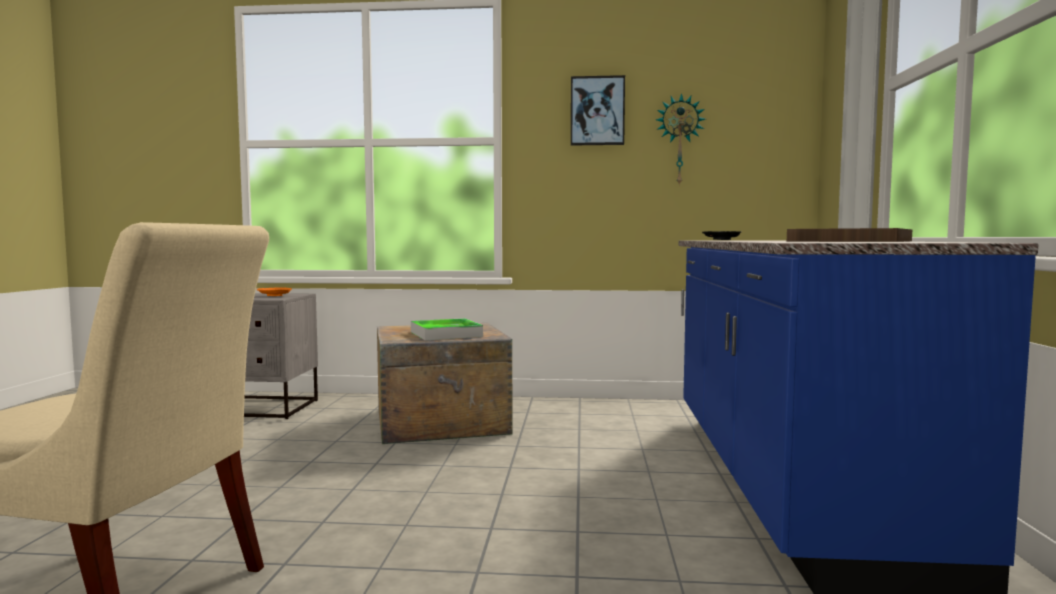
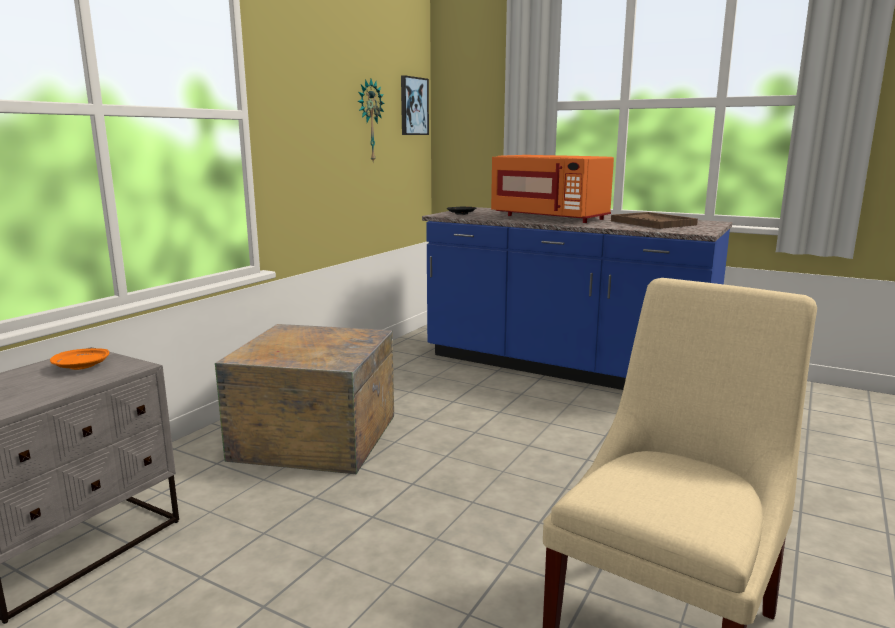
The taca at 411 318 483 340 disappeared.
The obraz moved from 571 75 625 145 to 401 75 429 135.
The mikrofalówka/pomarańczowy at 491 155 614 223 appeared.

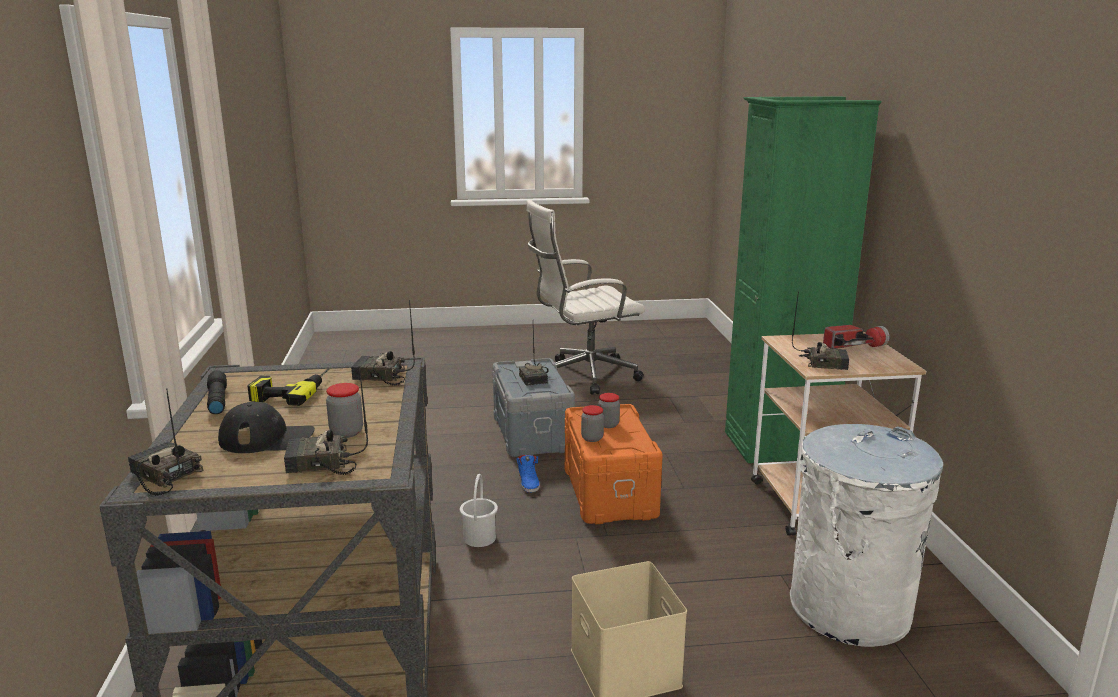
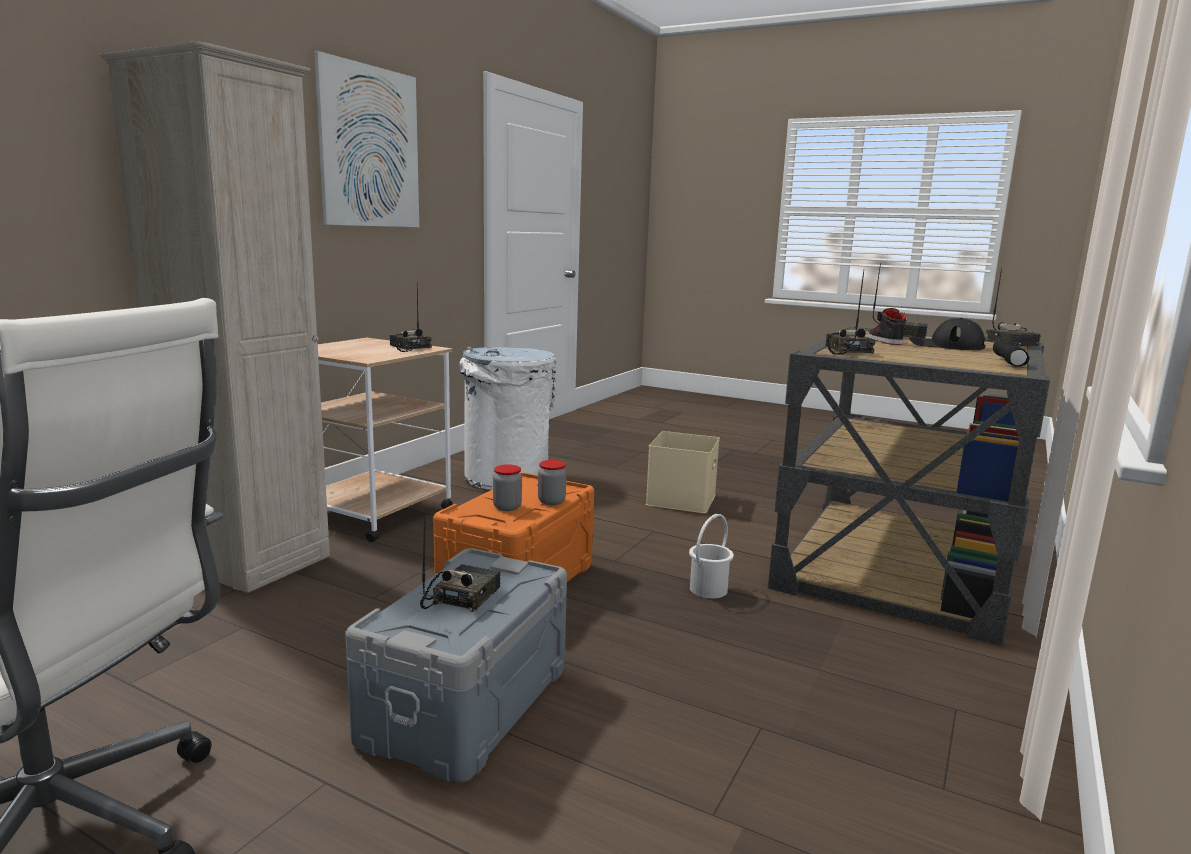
The wiertarka at 247 368 329 406 disappeared.
The słoik at 326 383 363 438 was replaced by the but/czarny at 868 308 906 345.
The radio at 351 300 415 386 turned 135 degrees counterclockwise.
The but/niebieski at 516 455 540 493 disappeared.
The szafka/zielony at 725 96 881 463 became the szafka/beżowy at 100 41 330 593.
The latarka at 823 325 890 349 disappeared.
The obraz at 314 51 419 227 appeared.

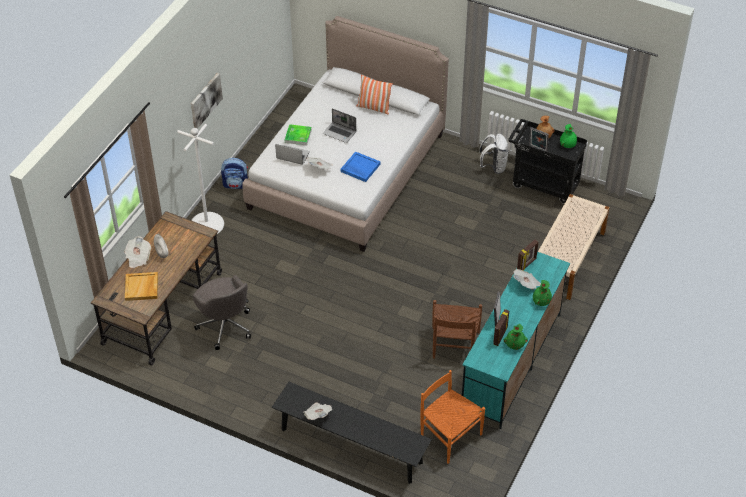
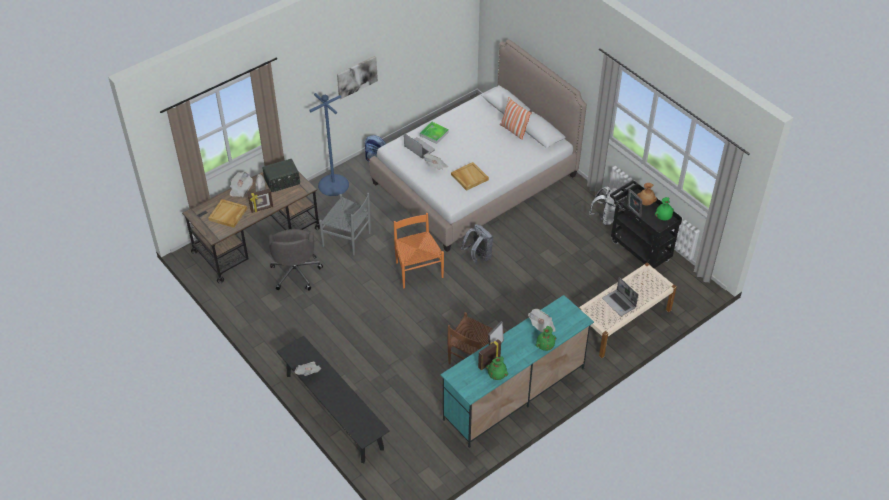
The wieszak/biały at 177 124 224 234 became the wieszak/niebieski at 310 93 349 196.
The laptop moved from 323 109 356 143 to 602 277 638 316.
The taca/niebieski at 341 151 380 182 became the taca/beżowy at 451 162 489 191.
The krzesło/pomarańczowy moved from 421 370 485 464 to 394 213 444 288.
The ramka na zdjęcie moved from 517 240 538 270 to 248 189 273 213.
The radio at 263 159 300 192 appeared.
The krzesło/szary at 319 193 371 255 appeared.
The plecak/szary at 461 224 493 263 appeared.

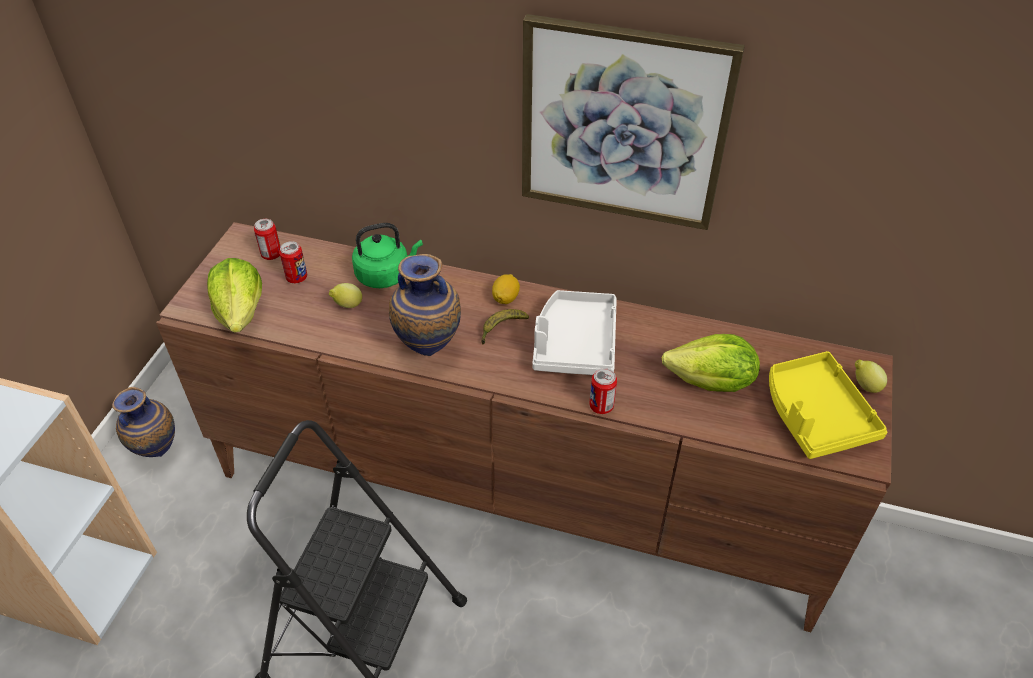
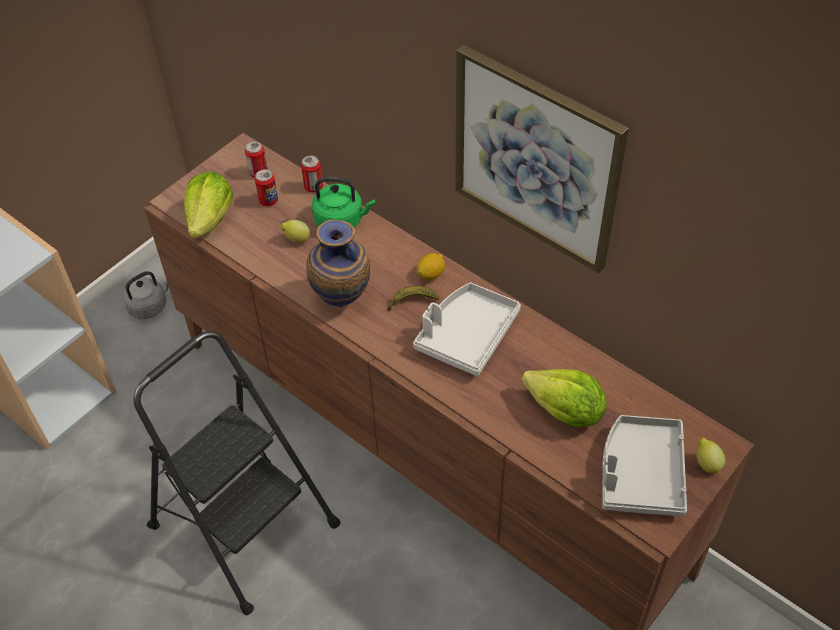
The wazon at 112 387 175 457 was replaced by the czajnik/szary at 123 271 169 319.
The puszka moved from 589 368 617 414 to 301 156 323 193.
The taca/żółty at 769 351 887 459 became the taca/szary at 602 415 687 516.

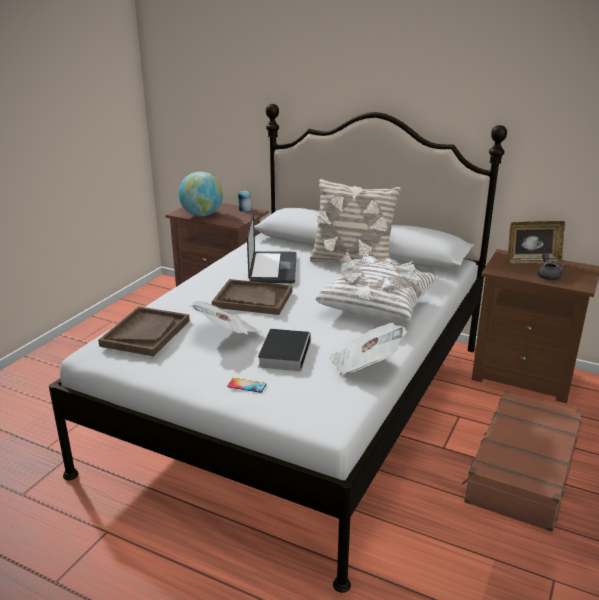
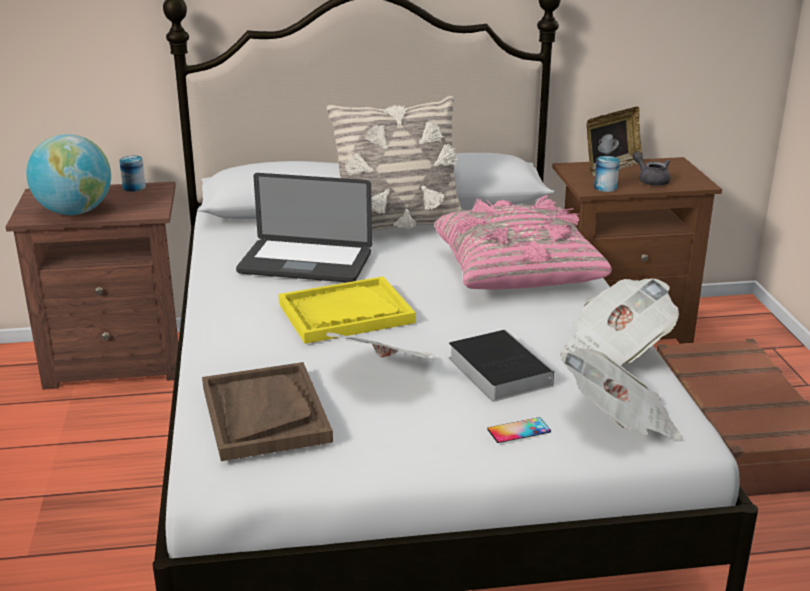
The taca/brązowy at 212 279 293 315 became the taca/żółty at 279 277 416 344.
The laptop at 247 212 297 283 turned 135 degrees clockwise.
The poduszka/biały at 316 253 436 322 became the poduszka/różowy at 434 195 612 290.
The gazeta at 560 348 683 439 appeared.
The puszka at 594 156 620 192 appeared.

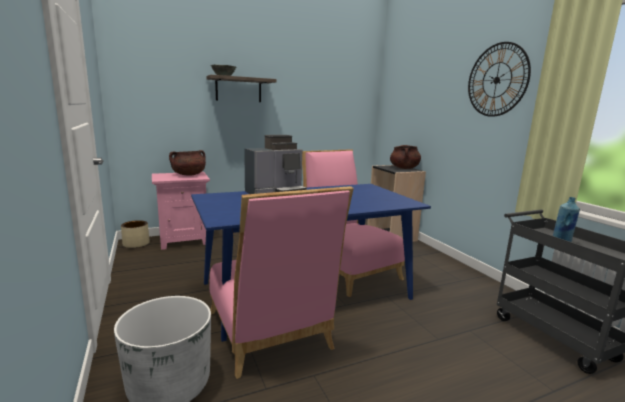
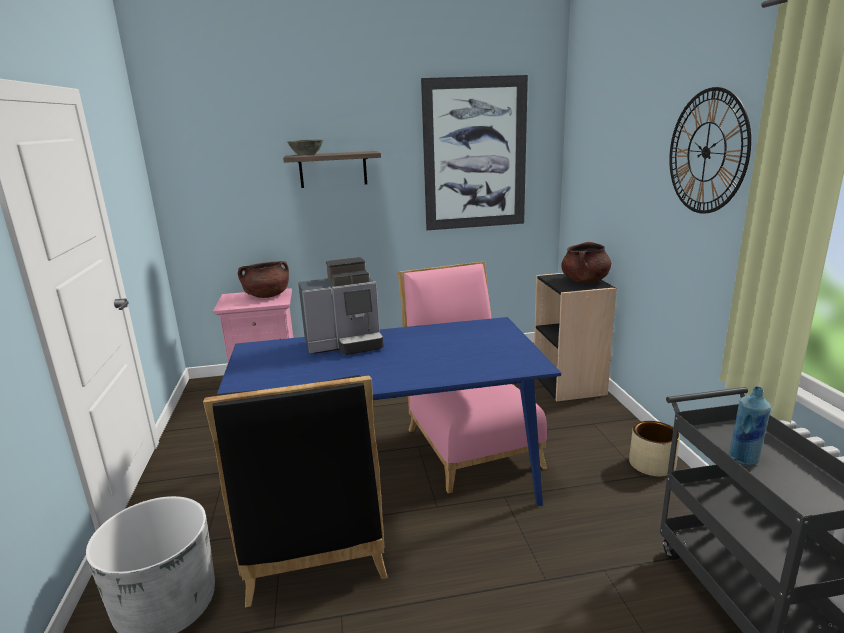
The donica/beżowy moved from 121 220 150 248 to 629 421 680 477.
The krzesło/różowy at 209 186 354 379 became the krzesło/czarny at 203 375 388 607.
The obraz at 421 75 528 230 appeared.

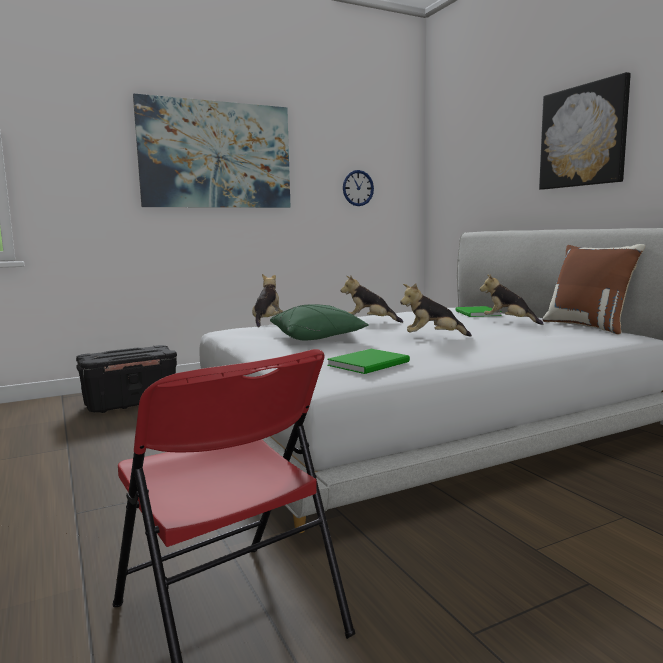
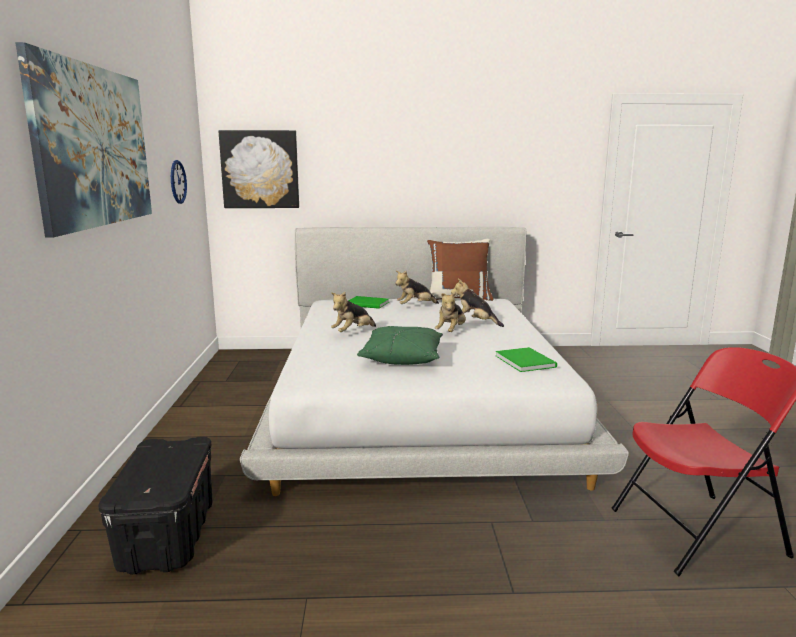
The pluszak moved from 252 274 283 327 to 451 279 504 327.
The obraz moved from 539 72 631 190 to 219 130 299 208.

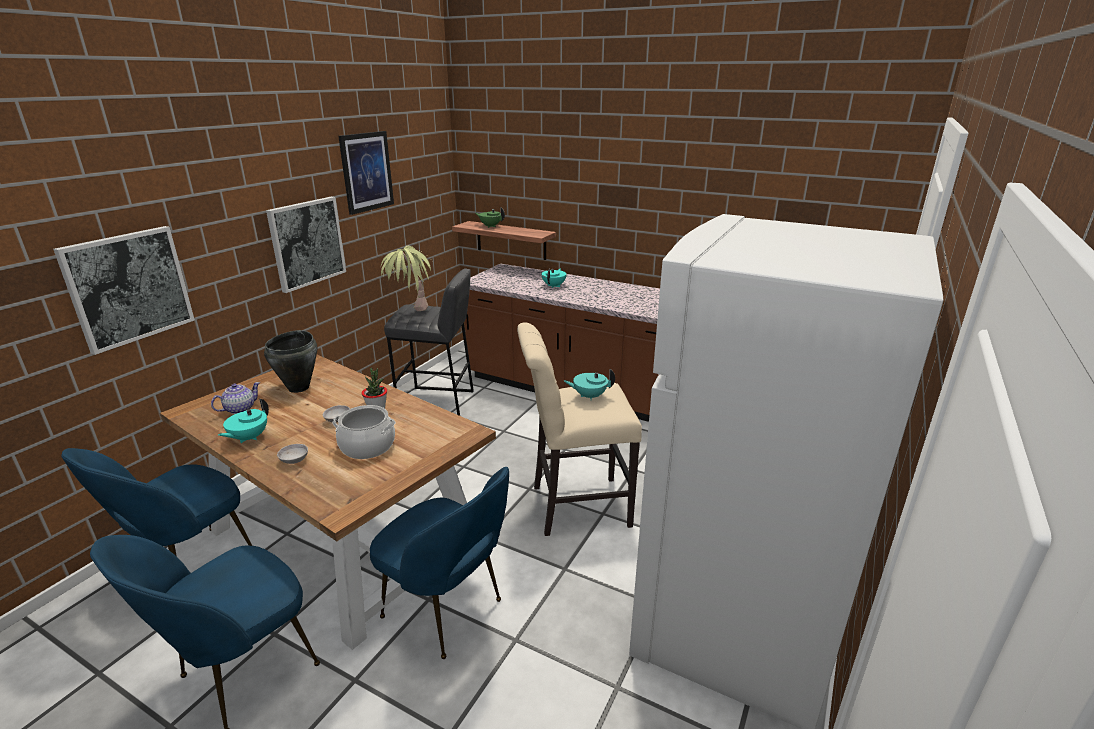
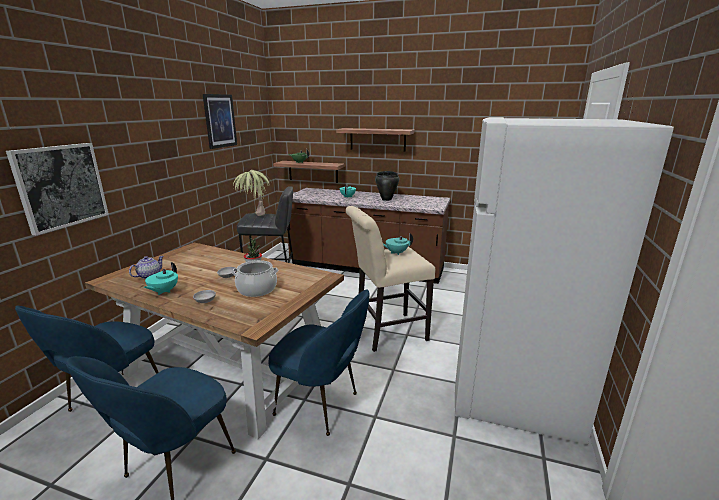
The garnek/czarny moved from 264 330 317 393 to 375 171 399 201.
The obraz at 266 197 346 293 disappeared.
The półka at 336 128 414 151 appeared.

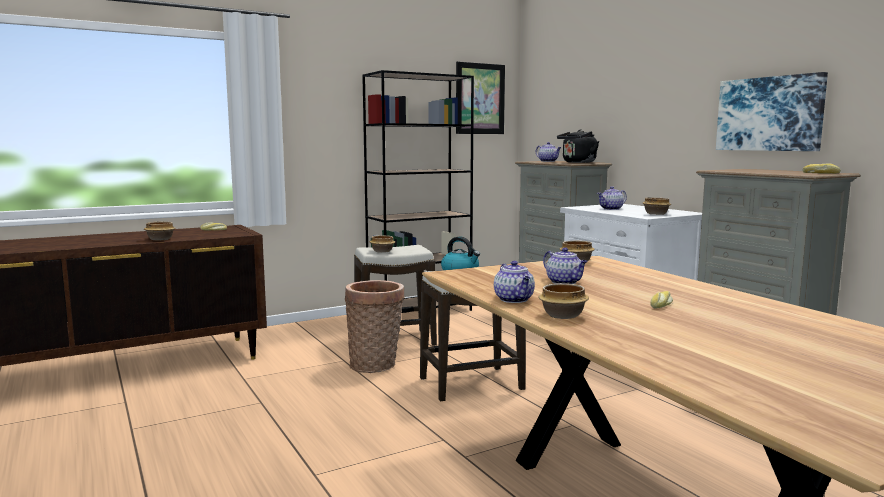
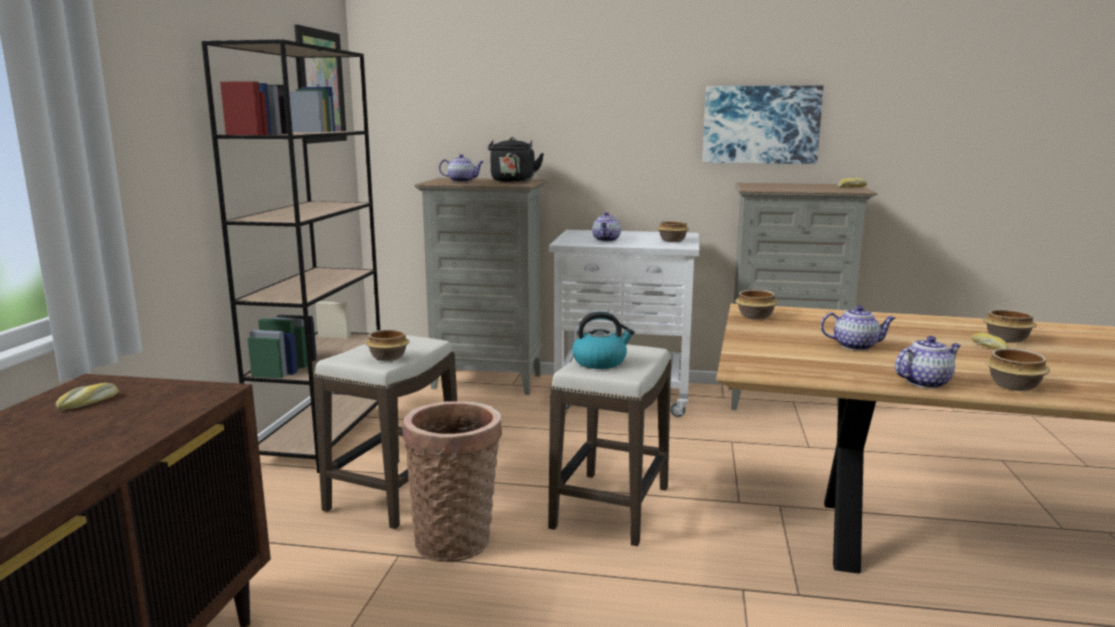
The miska moved from 144 221 175 240 to 983 309 1037 343.
The imbryk at 494 261 535 303 turned 45 degrees counterclockwise.

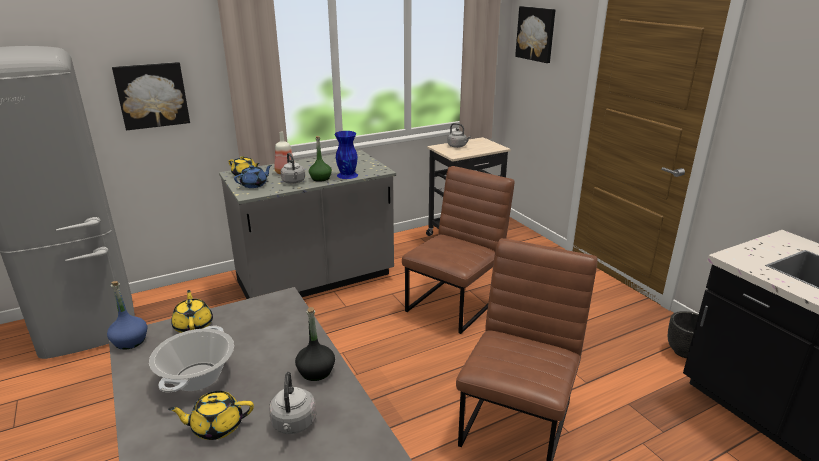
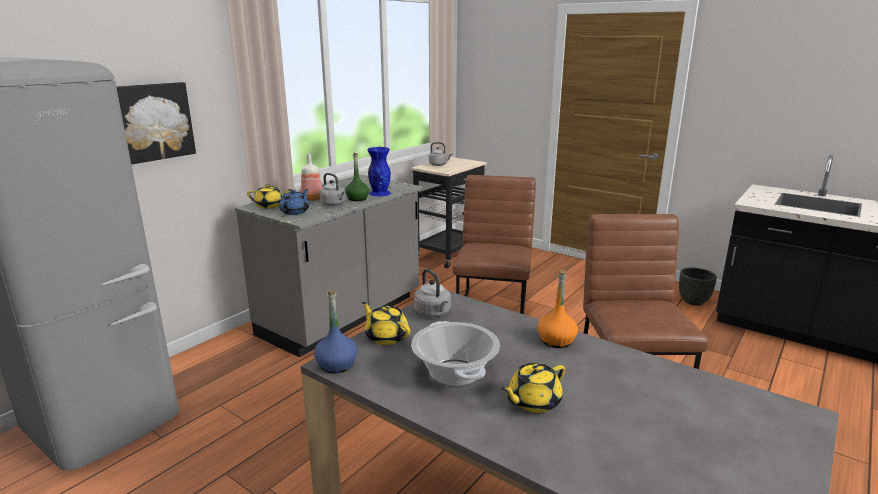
The czajnik/szary moved from 269 372 316 434 to 414 269 451 317.
The butelka/czarny at 295 307 335 381 became the butelka/pomarańczowy at 538 270 578 348.
The obraz at 515 6 556 63 disappeared.

